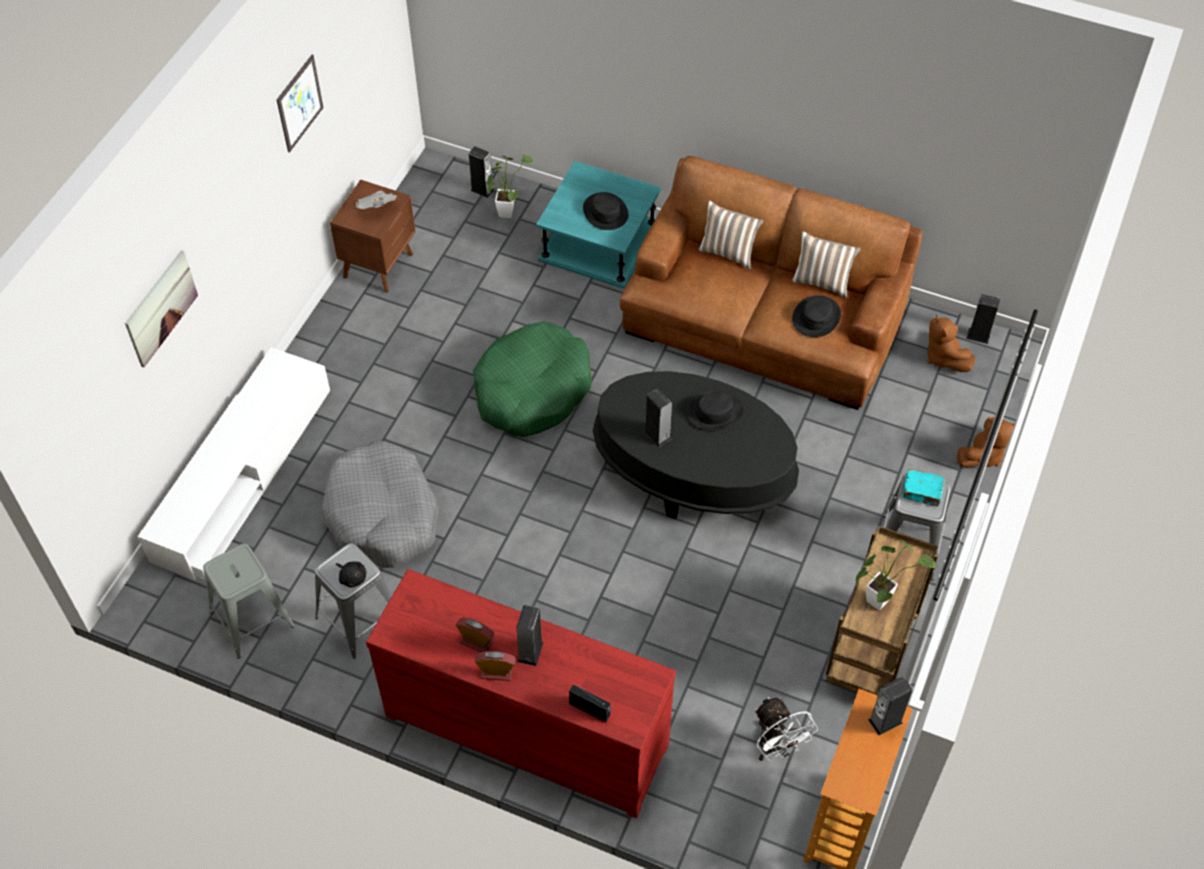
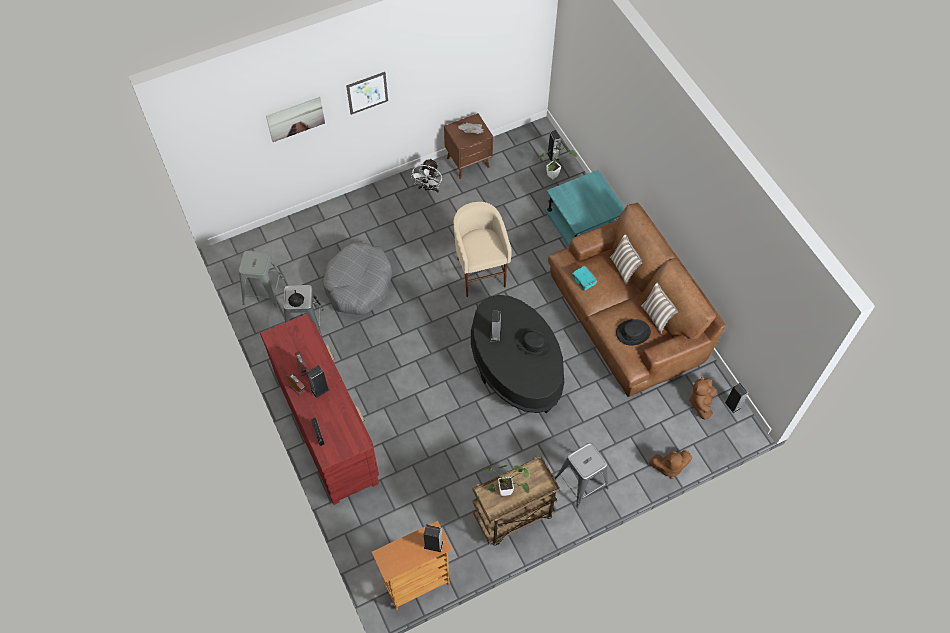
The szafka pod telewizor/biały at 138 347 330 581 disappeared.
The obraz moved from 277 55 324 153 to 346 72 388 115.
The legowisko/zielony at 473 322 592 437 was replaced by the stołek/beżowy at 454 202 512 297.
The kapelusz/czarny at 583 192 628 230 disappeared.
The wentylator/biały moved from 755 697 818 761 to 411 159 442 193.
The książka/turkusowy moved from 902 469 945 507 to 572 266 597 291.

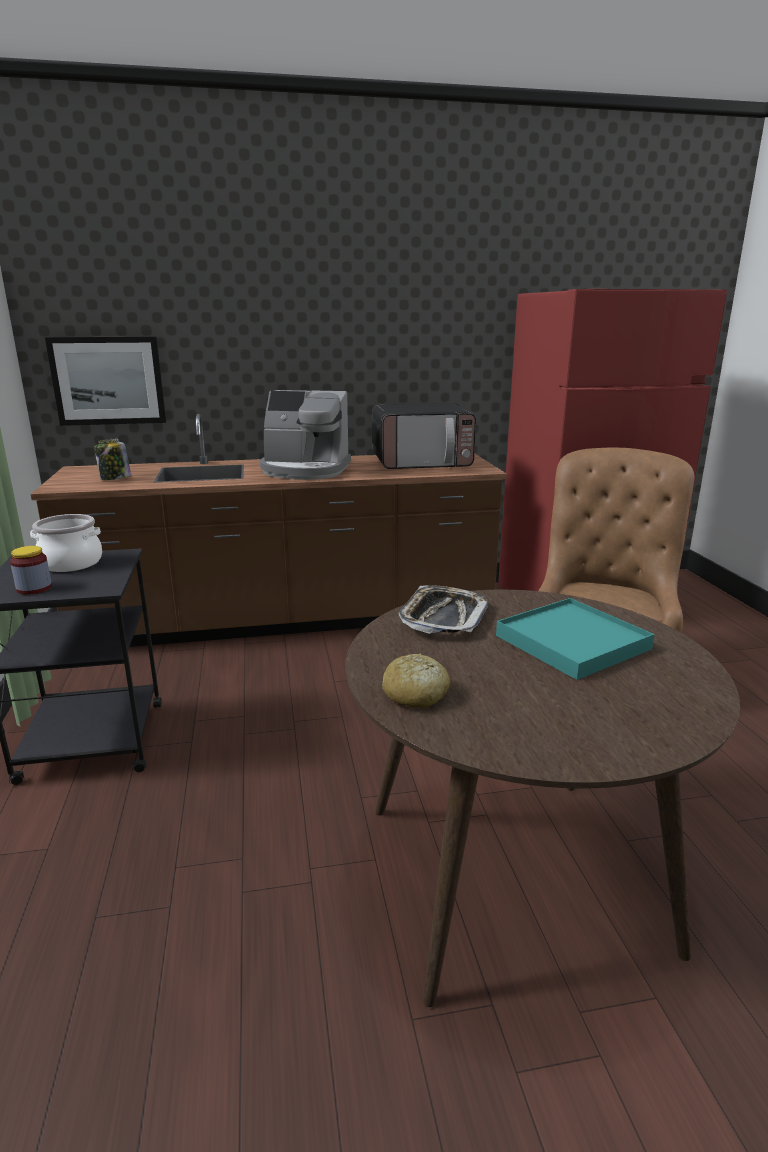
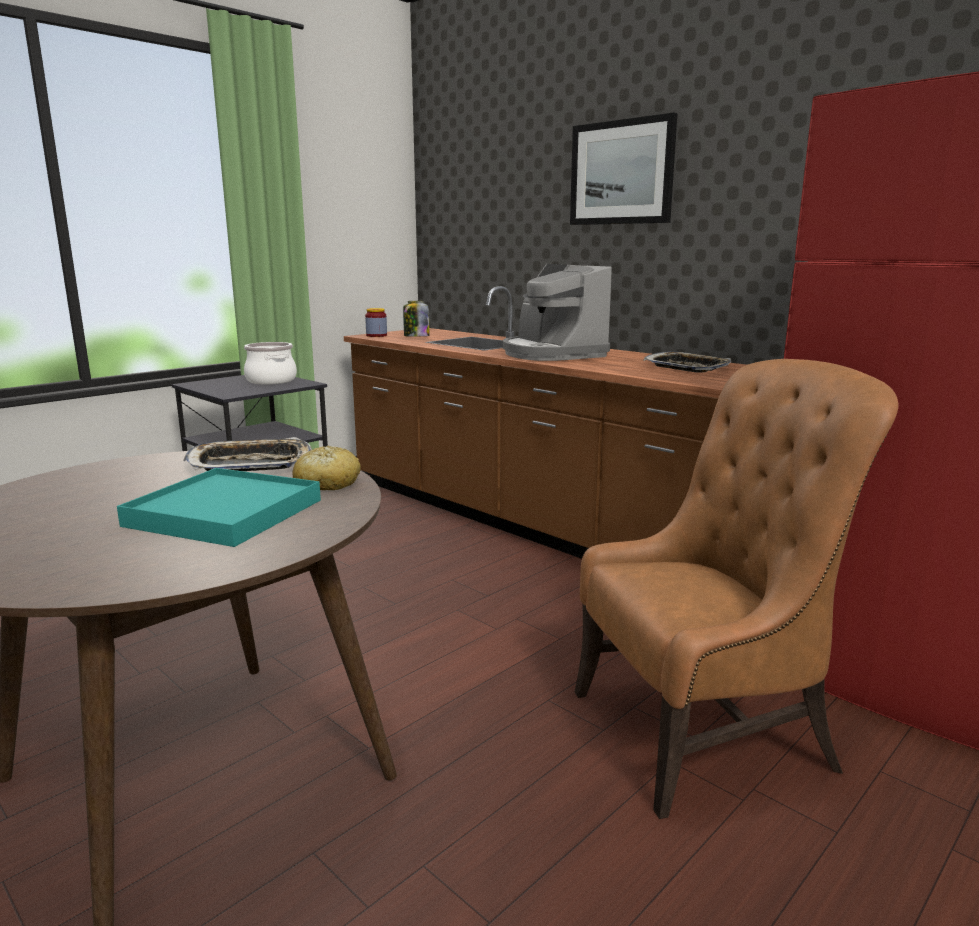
The słoik moved from 10 546 52 595 to 365 308 387 337.
The obraz moved from 45 336 166 426 to 570 113 677 225.
The mikrofalówka at 372 403 476 469 was replaced by the taca at 643 351 731 373.
The chleb moved from 382 654 450 708 to 293 445 361 490.

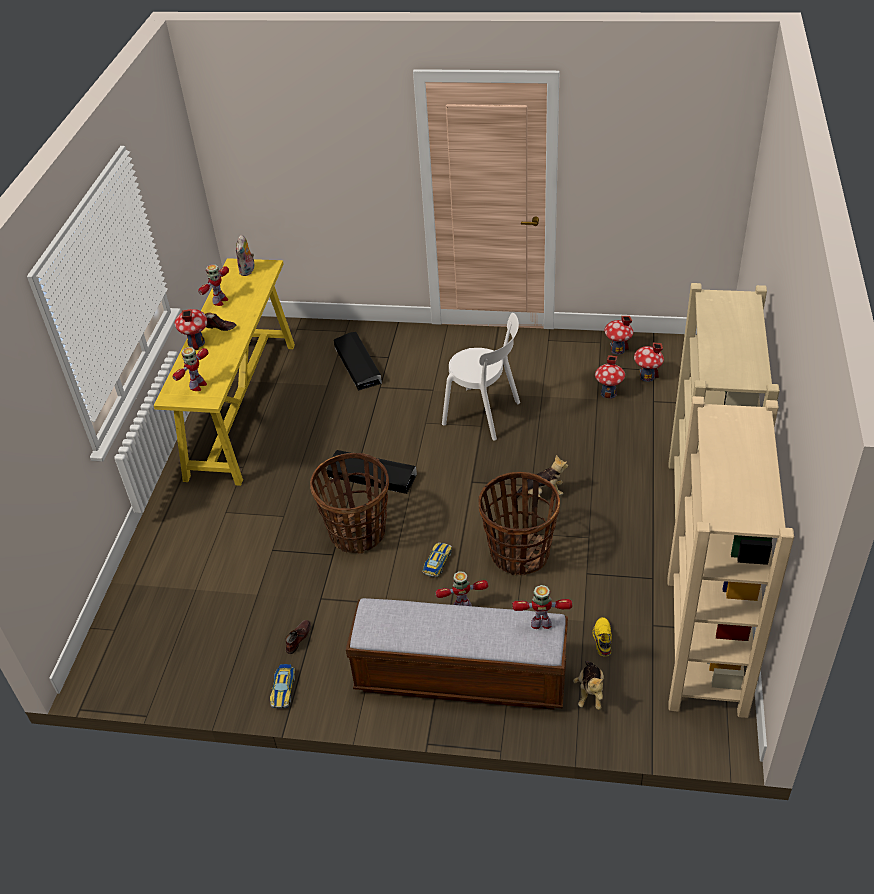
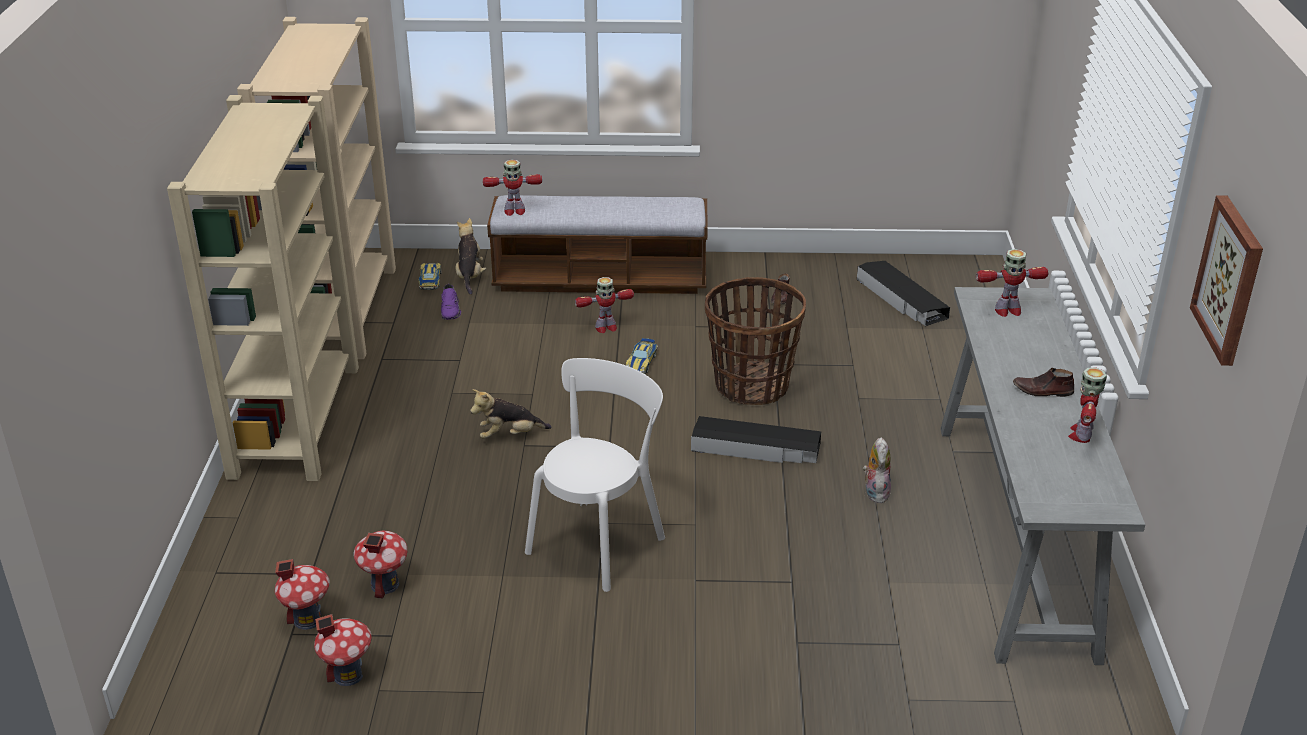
The stolik konsolowy/żółty at 154 258 295 486 became the stolik konsolowy/szary at 940 287 1145 665.
The robot zabawkowy at 173 347 208 391 turned 120 degrees counterclockwise.
The domek at 174 309 207 350 disappeared.
The pluszak moved from 236 235 256 276 to 863 437 891 504.
The samochodzik moved from 270 664 295 708 to 418 263 441 290.
The pojemnik do przechowywania/czarny moved from 334 332 382 391 to 857 261 950 326.
The krzesło/biały at 442 313 520 441 turned 105 degrees clockwise.
The koszyk at 478 472 560 575 disappeared.
The but/żółty at 593 617 612 656 became the but/fioletowy at 441 284 461 320.
The obraz at 1190 195 1263 366 appeared.

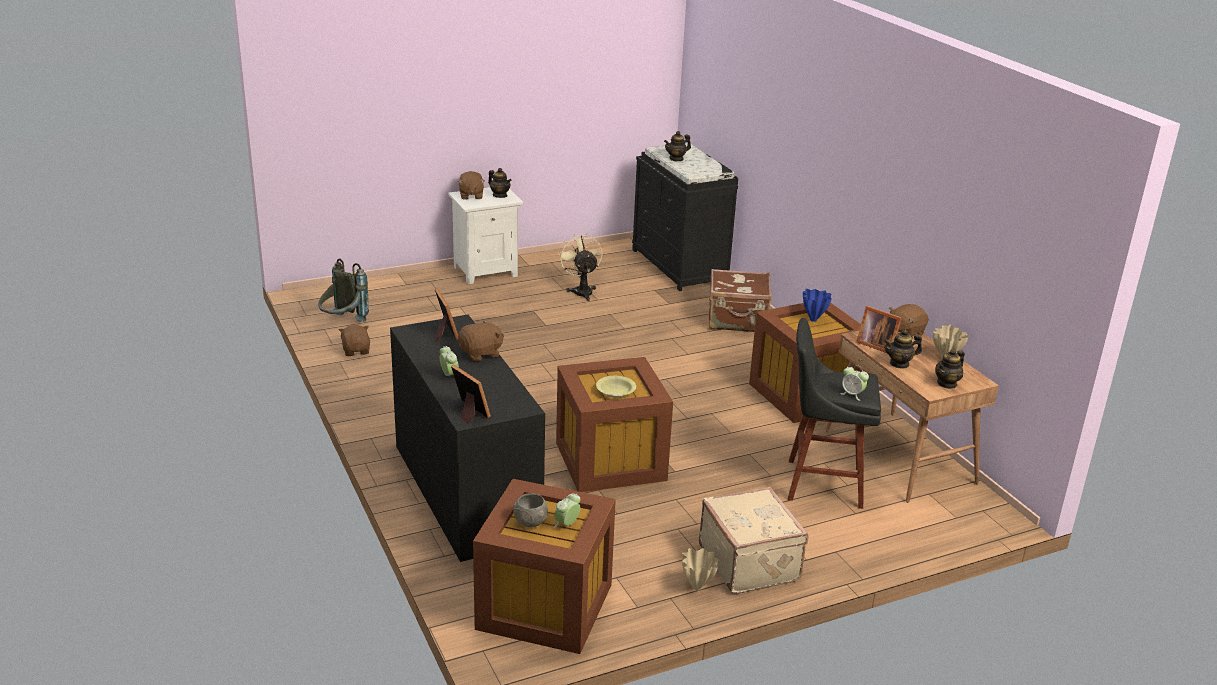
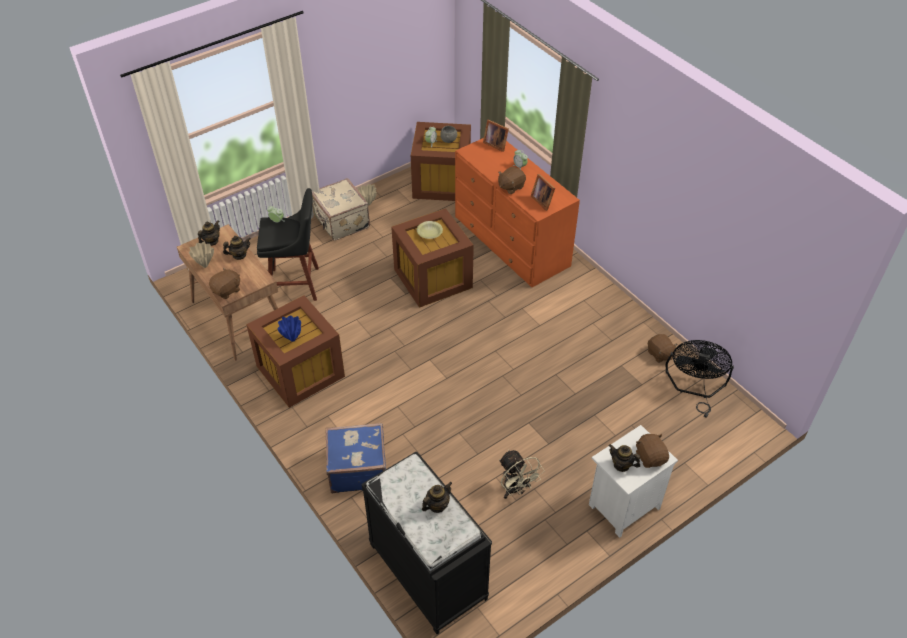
The plecak/szary at 318 259 369 322 was replaced by the wentylator/czarny at 665 340 734 418.
The komoda/czarny at 390 315 545 562 became the komoda/pomarańczowy at 455 138 580 287.
The walizka/brązowy at 709 269 772 332 became the walizka/niebieski at 325 423 386 493.
The ramka na zdjęcie at 856 306 902 353 disappeared.

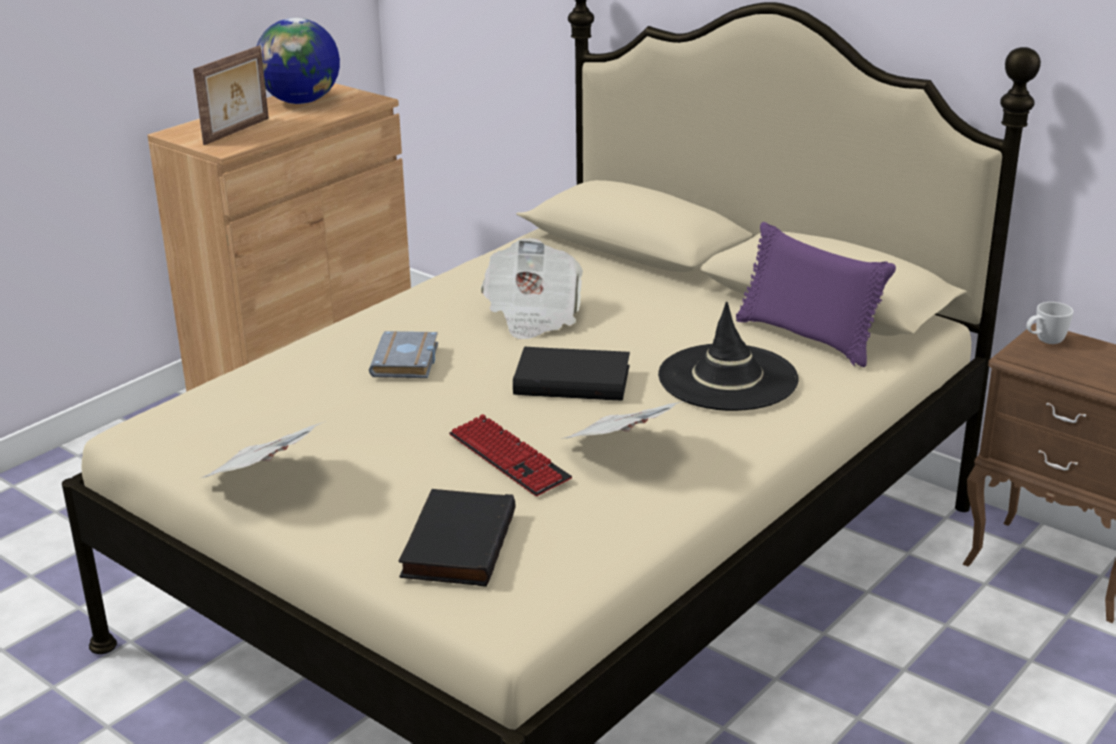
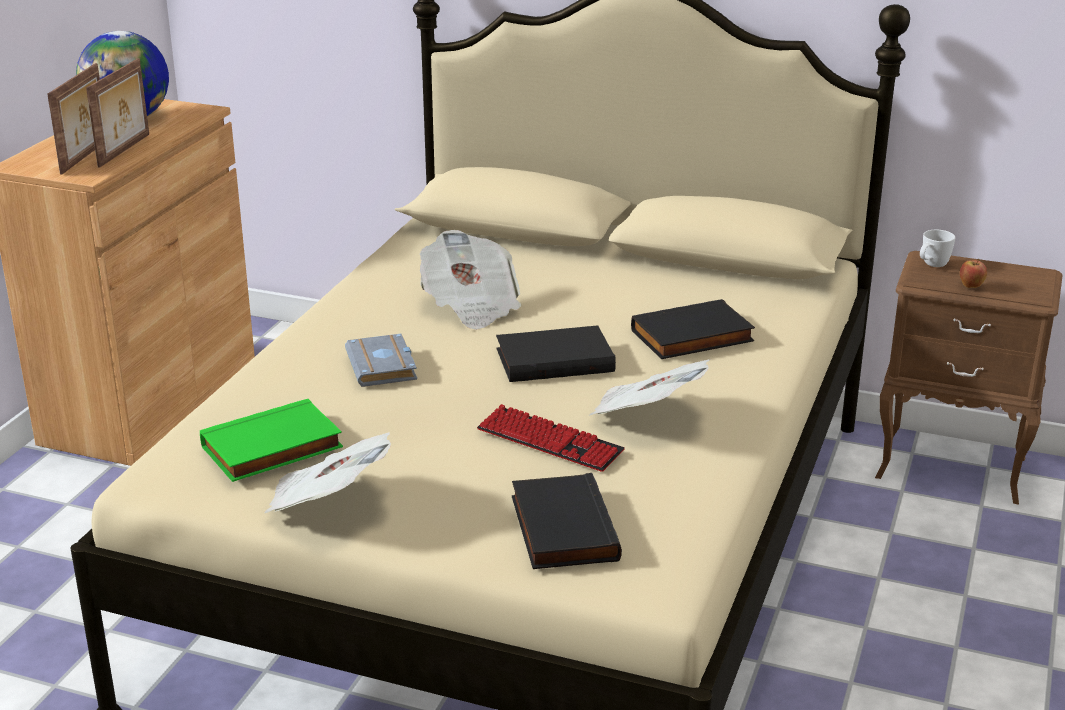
The kapelusz/czarny at 658 302 799 411 was replaced by the książka/czarny at 631 299 755 359.
The poduszka/fioletowy at 735 222 896 367 disappeared.
The ramka na zdjęcie at 86 58 149 168 appeared.
The książka/zielony at 200 399 343 482 appeared.
The jabłko at 960 259 987 288 appeared.

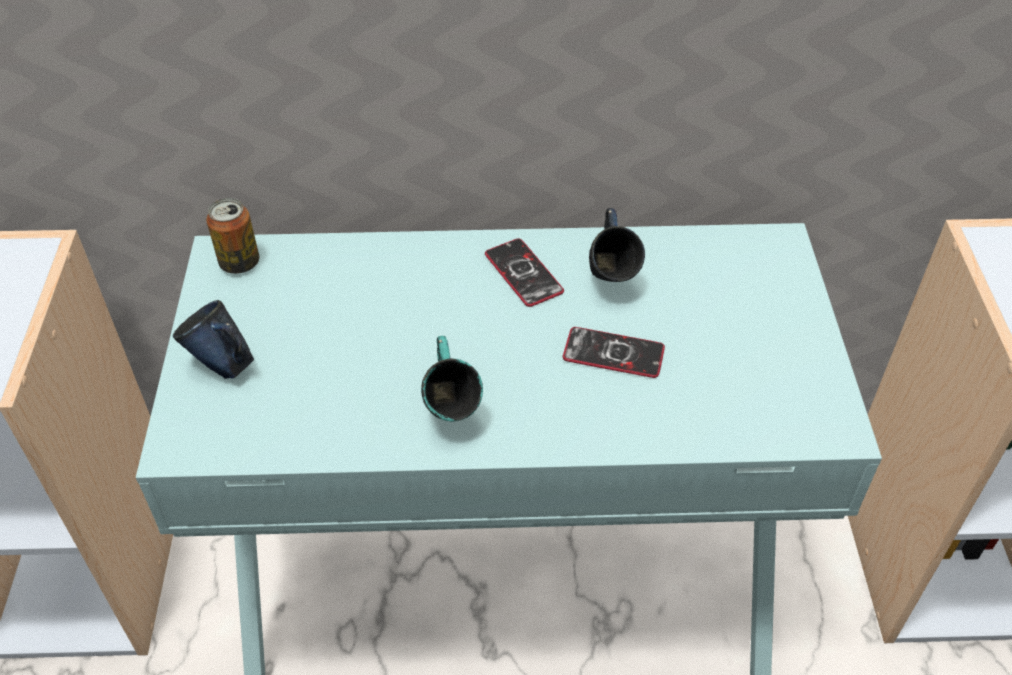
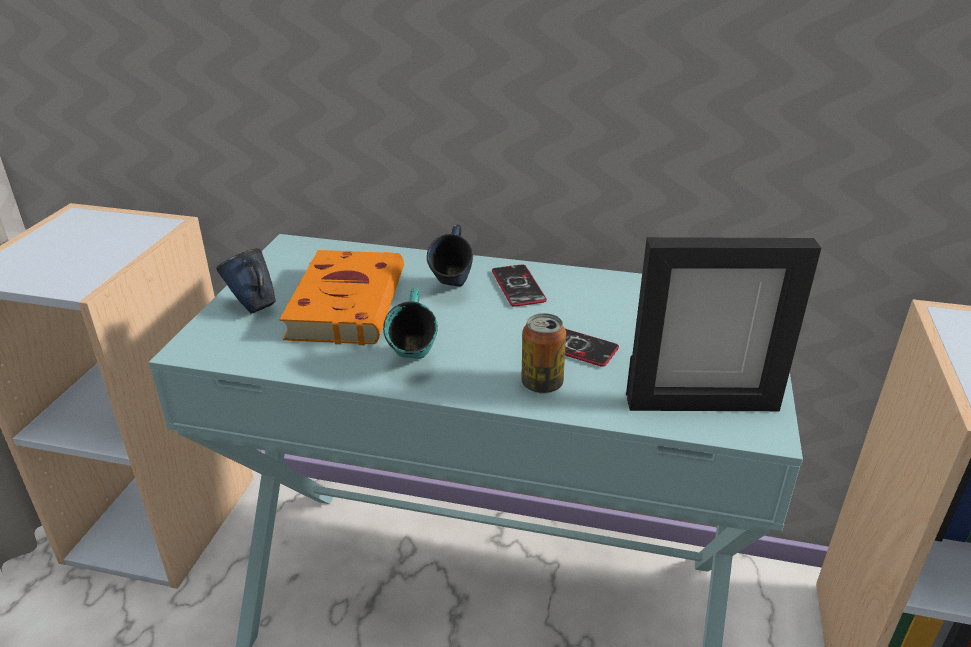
The puszka moved from 206 198 259 274 to 521 313 566 393.
The kubek/niebieski moved from 589 208 645 282 to 427 224 473 287.
The książka/pomarańczowy at 279 250 404 345 appeared.
The ramka na zdjęcie at 626 237 821 411 appeared.

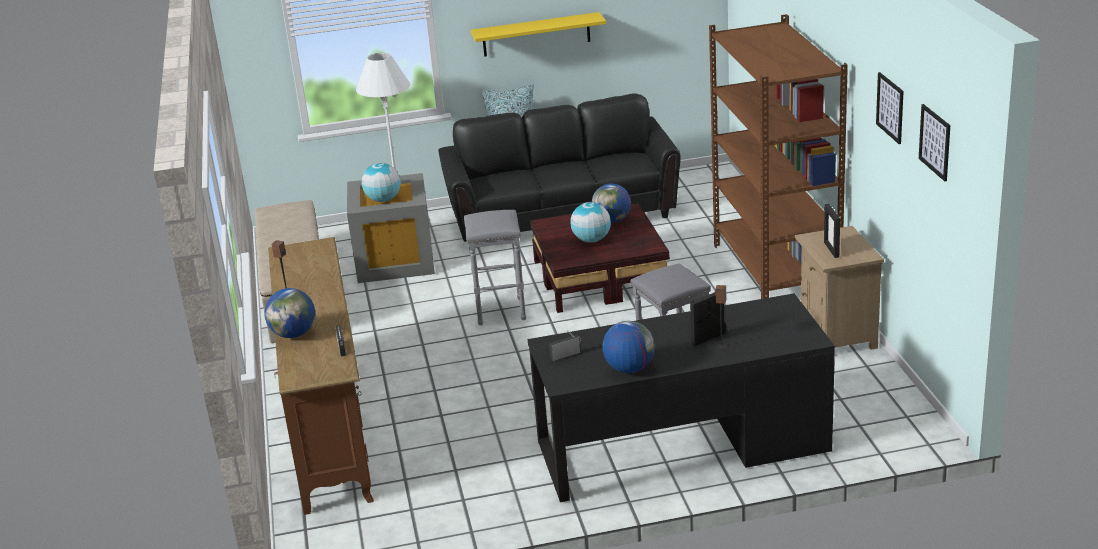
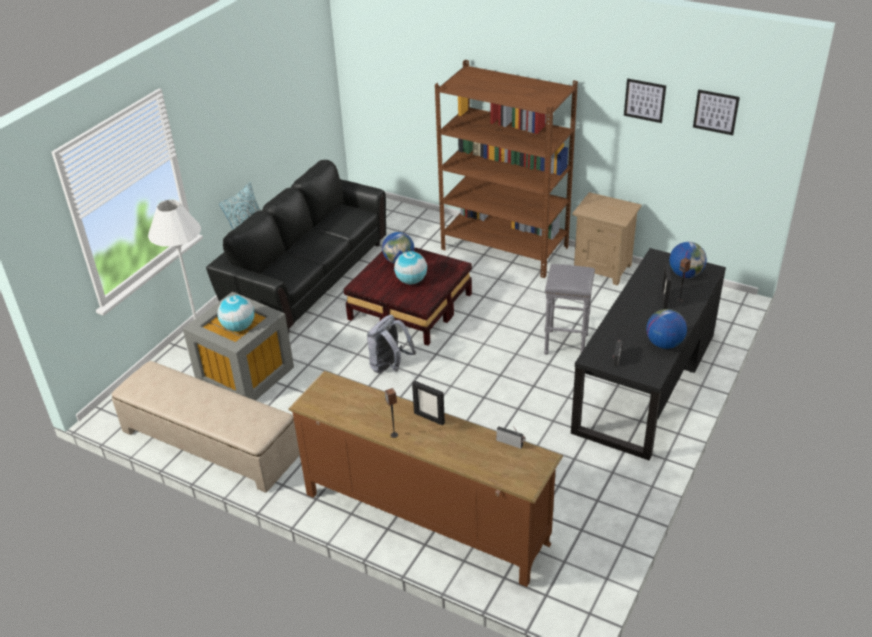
The globus moved from 264 288 315 338 to 669 242 707 278.
The stołek/szary at 464 210 526 325 was replaced by the plecak/szary at 367 315 416 373.
The półka/żółty at 471 12 606 57 disappeared.
The ramka na zdjęcie moved from 824 204 840 258 to 412 380 445 425.

